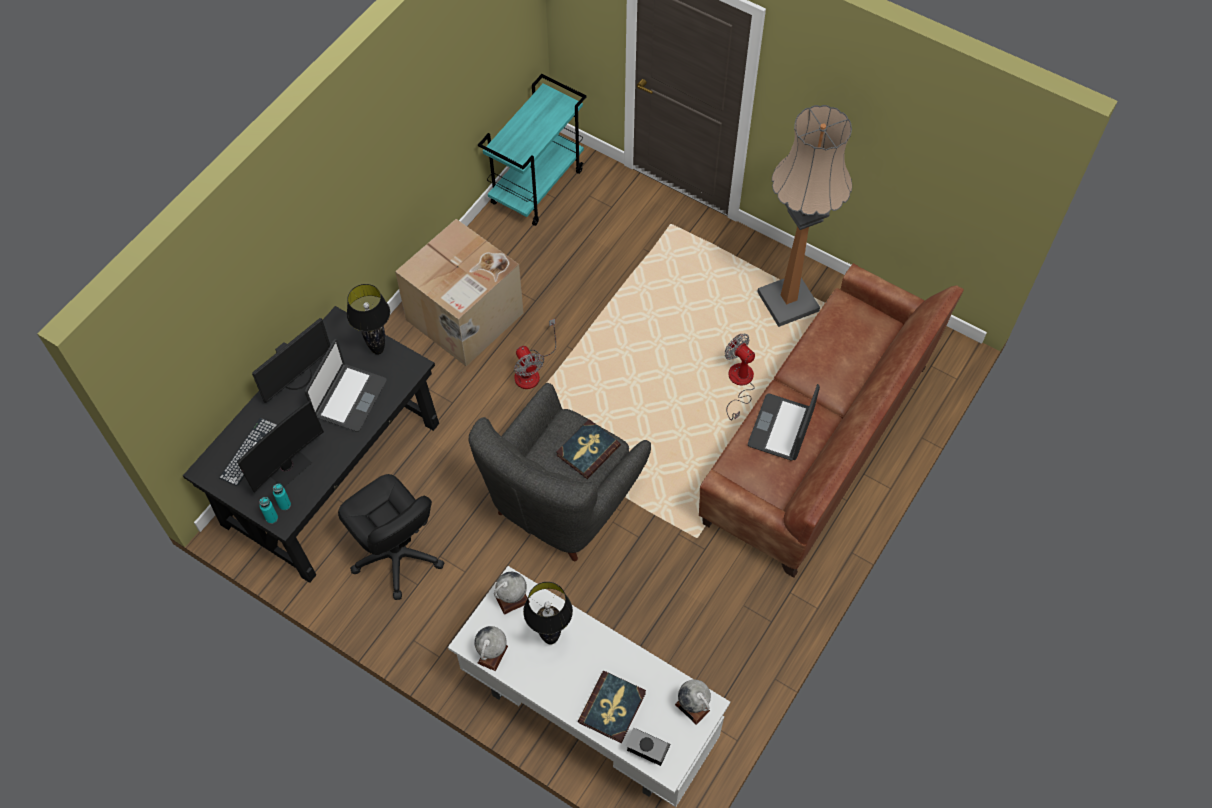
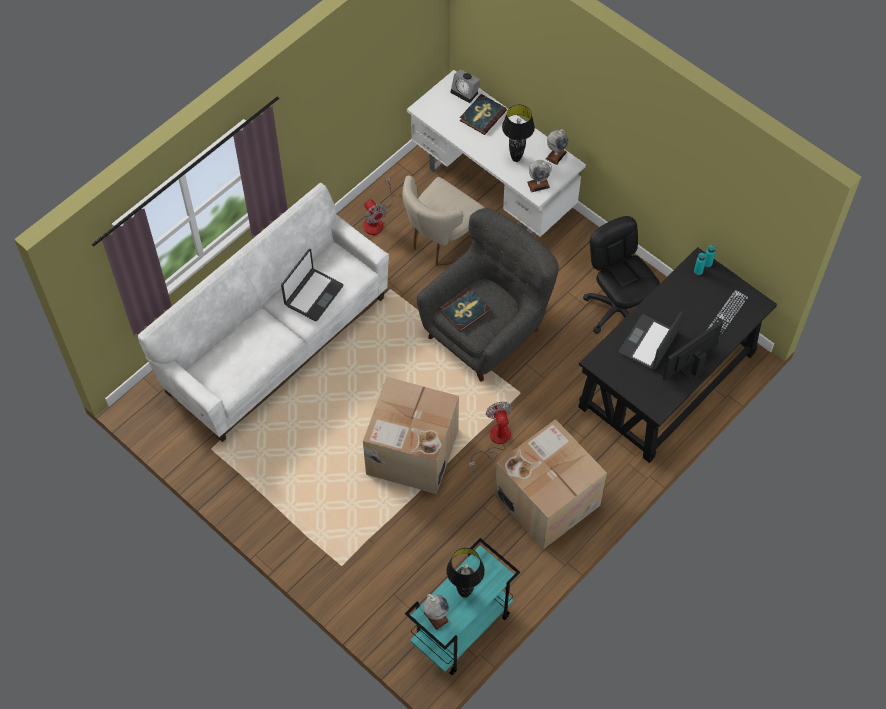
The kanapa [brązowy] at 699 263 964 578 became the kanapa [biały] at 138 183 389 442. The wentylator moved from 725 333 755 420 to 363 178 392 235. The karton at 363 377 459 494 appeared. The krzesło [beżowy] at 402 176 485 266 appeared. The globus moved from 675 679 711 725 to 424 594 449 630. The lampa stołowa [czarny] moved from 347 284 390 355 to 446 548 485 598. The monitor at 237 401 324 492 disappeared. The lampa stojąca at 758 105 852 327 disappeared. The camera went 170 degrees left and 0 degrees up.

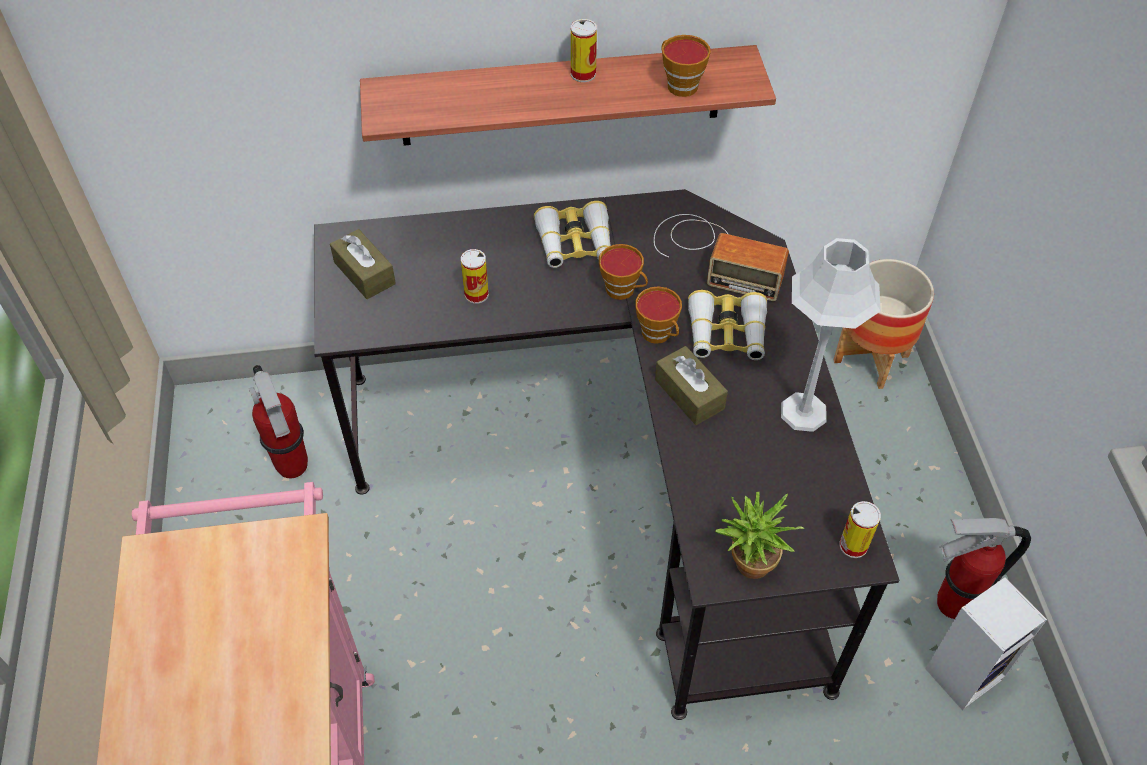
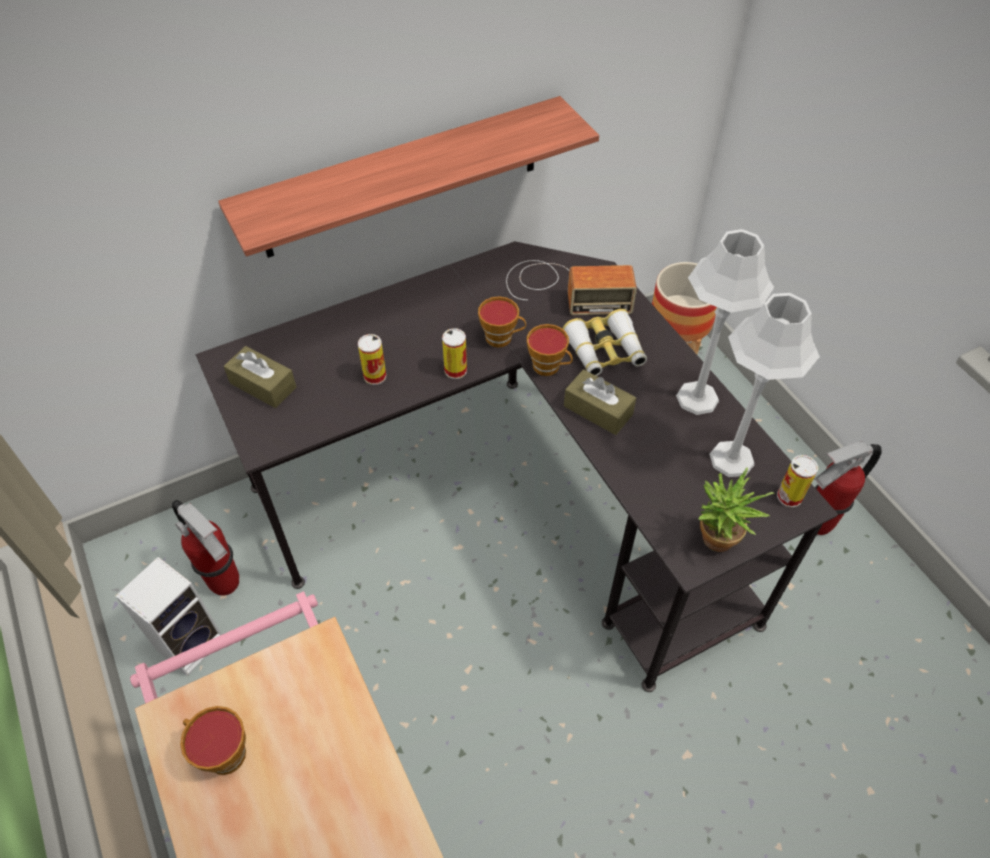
The głośnik moved from 926 577 1047 710 to 116 557 222 676. The filiżanka moved from 661 35 711 97 to 180 706 246 775. The puszka moved from 571 19 597 82 to 442 328 467 379. The lampa stołowa [szary] at 710 293 820 477 appeared. The lornetka at 534 201 611 268 disappeared. The camera went 20 degrees left and 0 degrees up.

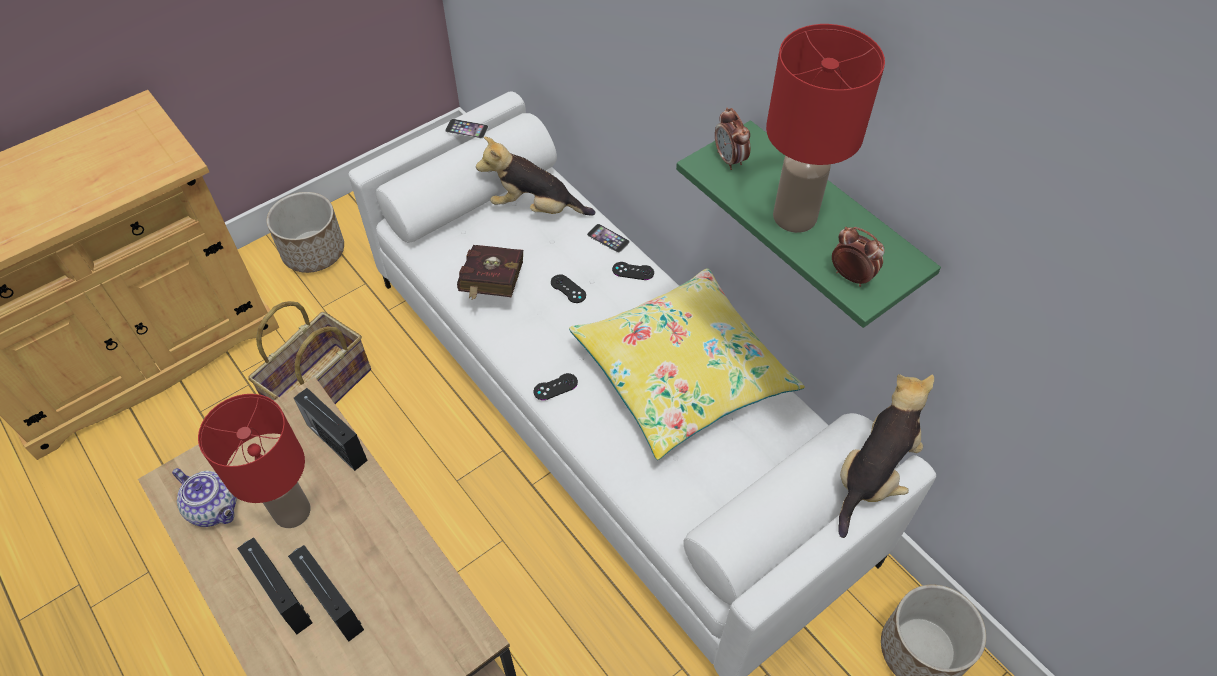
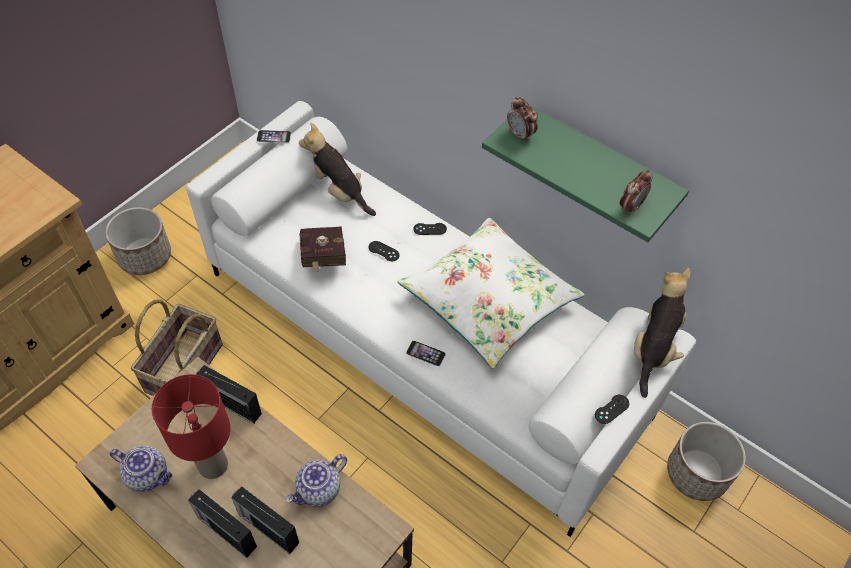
The imbryk at 285 454 347 507 appeared. The pluszak at 476 137 595 216 turned 45 degrees clockwise. The poduszka [żółty] at 569 268 805 460 became the poduszka [biały] at 397 218 585 369. The telefon moved from 587 224 630 253 to 406 341 446 366. The pad do gier [czarny] moved from 534 373 578 400 to 595 395 629 424. The budzik at 832 227 885 287 turned 105 degrees clockwise. The lampa stołowa [czerwony] at 766 24 885 233 disappeared. The camera went 15 degrees left and 0 degrees up.

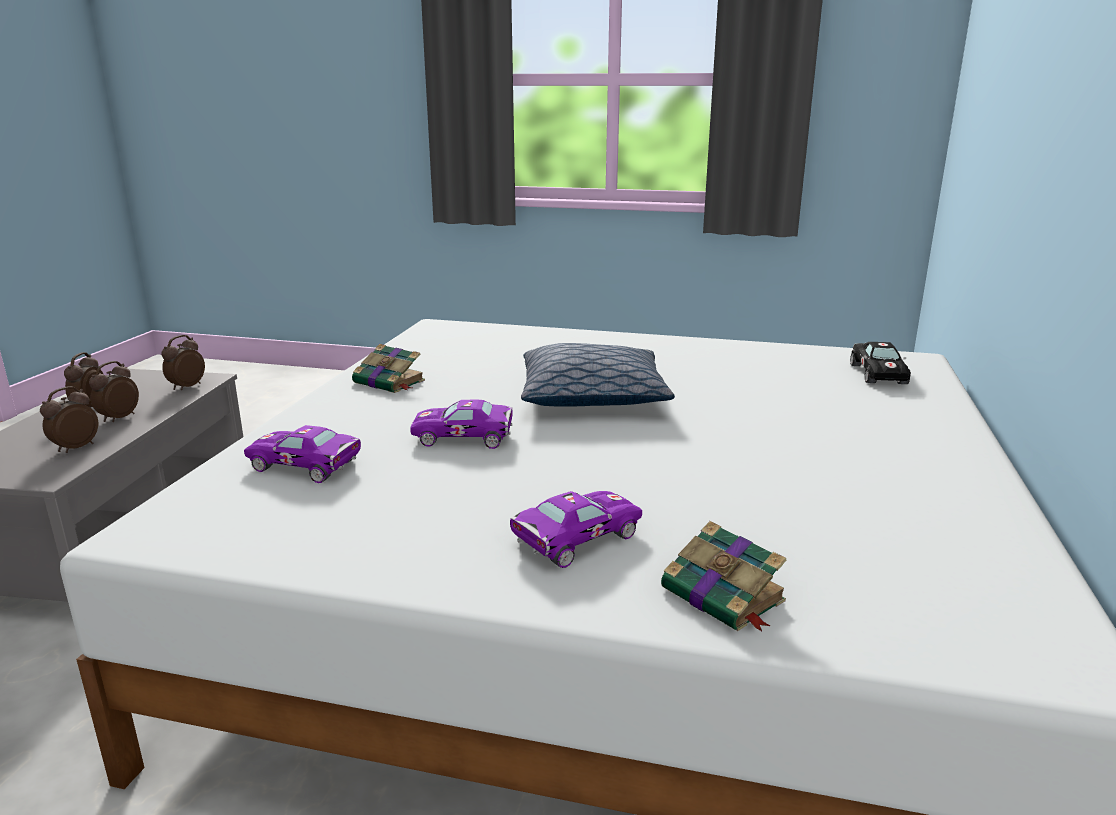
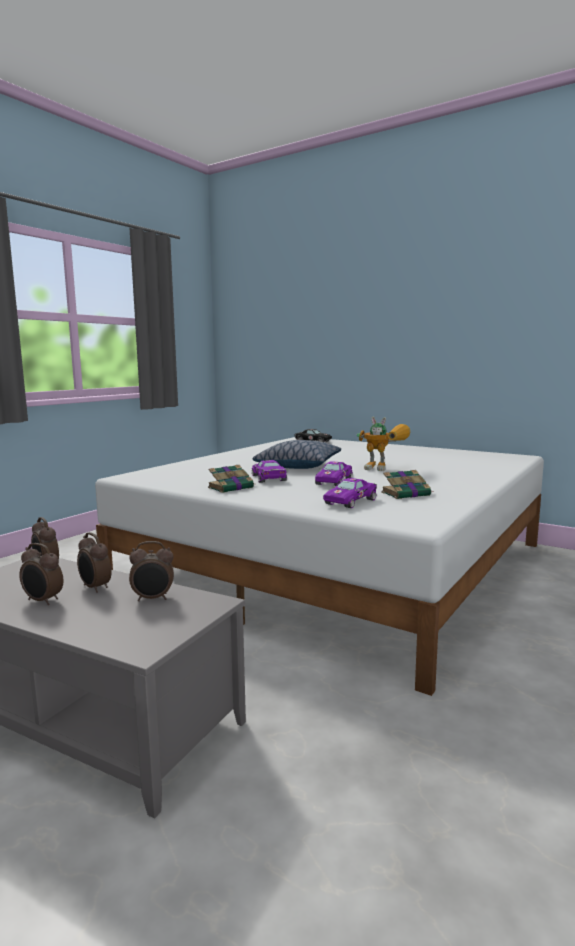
The budzik at 40 386 98 453 turned 60 degrees counterclockwise. The samochodzik [fioletowy] moved from 510 491 642 568 to 252 460 287 483. The robot zabawkowy at 357 417 410 471 appeared. The książka moved from 661 521 786 631 to 381 470 433 499. The camera went 70 degrees left and 10 degrees down.

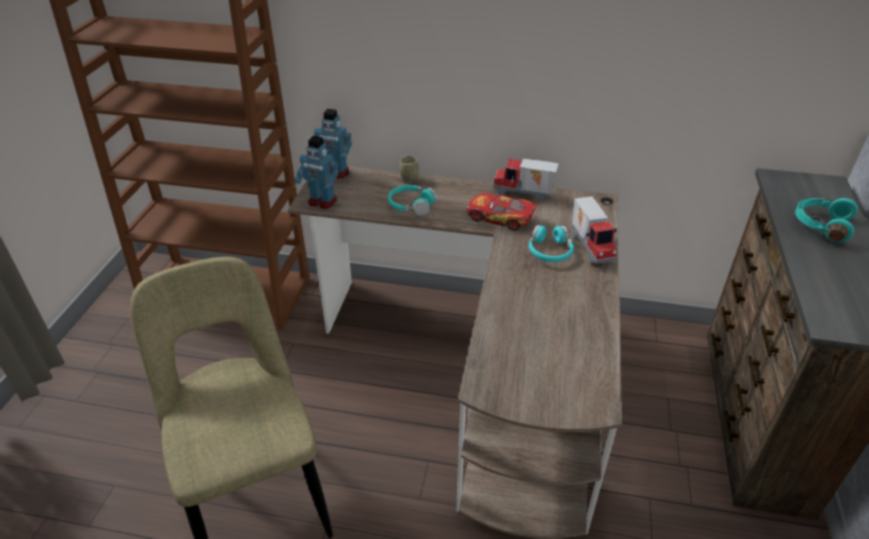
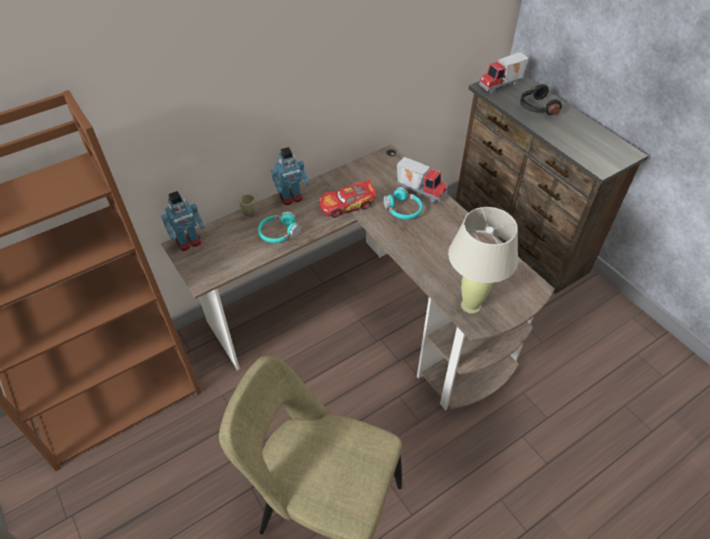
The robot zabawkowy moved from 294 135 339 209 to 271 147 309 205. The lampa stołowa [beżowy] at 448 207 518 314 appeared. The ciężarówka zabawkowa moved from 493 158 559 201 to 479 52 529 94. The słuchawki [turkusowy] at 795 197 858 243 became the słuchawki [czarny] at 520 84 562 115. The camera went 45 degrees left and 10 degrees up.

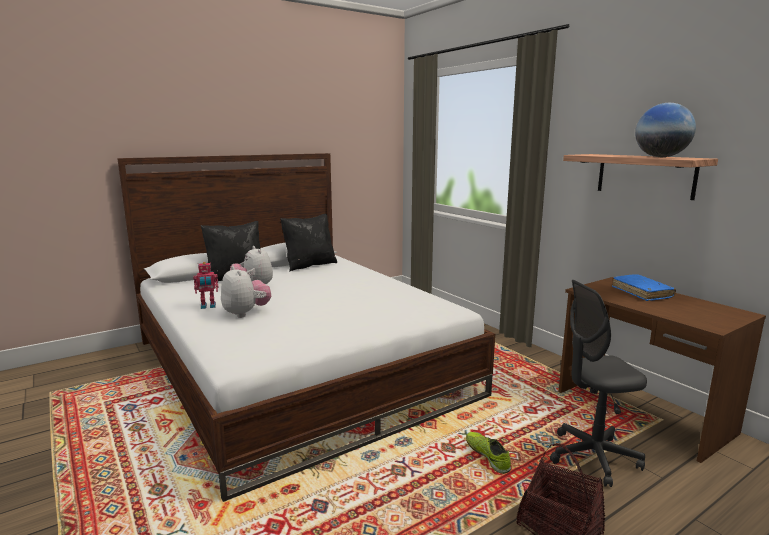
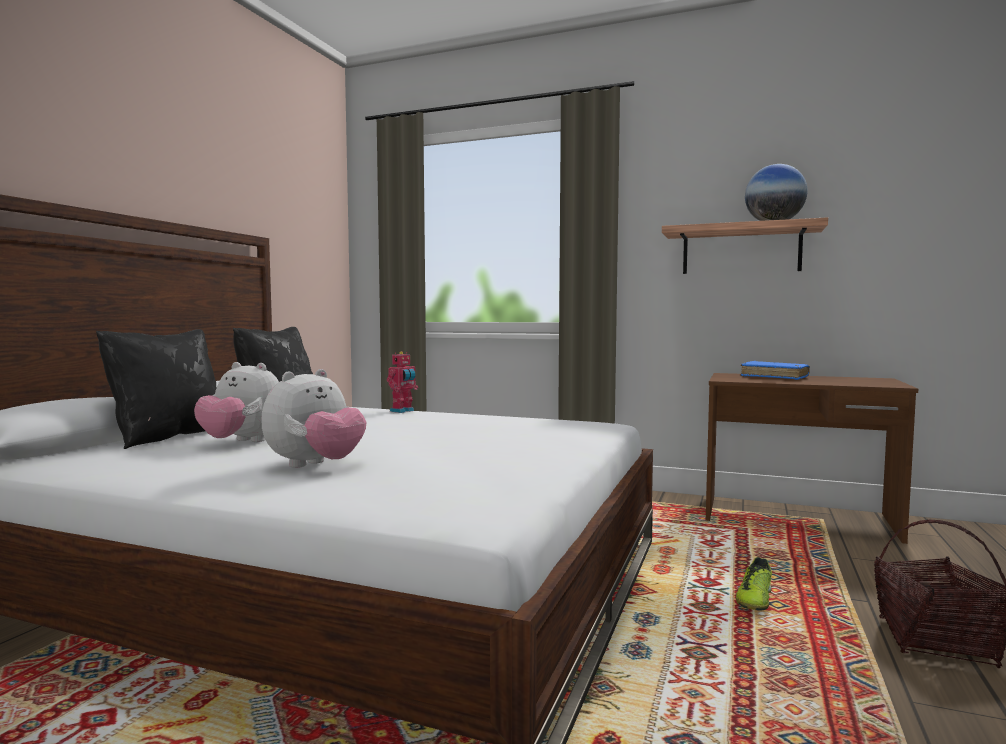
The pluszak at 221 266 271 318 turned 105 degrees clockwise. The robot zabawkowy moved from 193 262 218 309 to 387 351 418 413. The but at 466 432 511 474 turned 90 degrees counterclockwise. The krzesło biurowe [szary] at 550 280 647 487 disappeared. The camera went 35 degrees left and 10 degrees down.

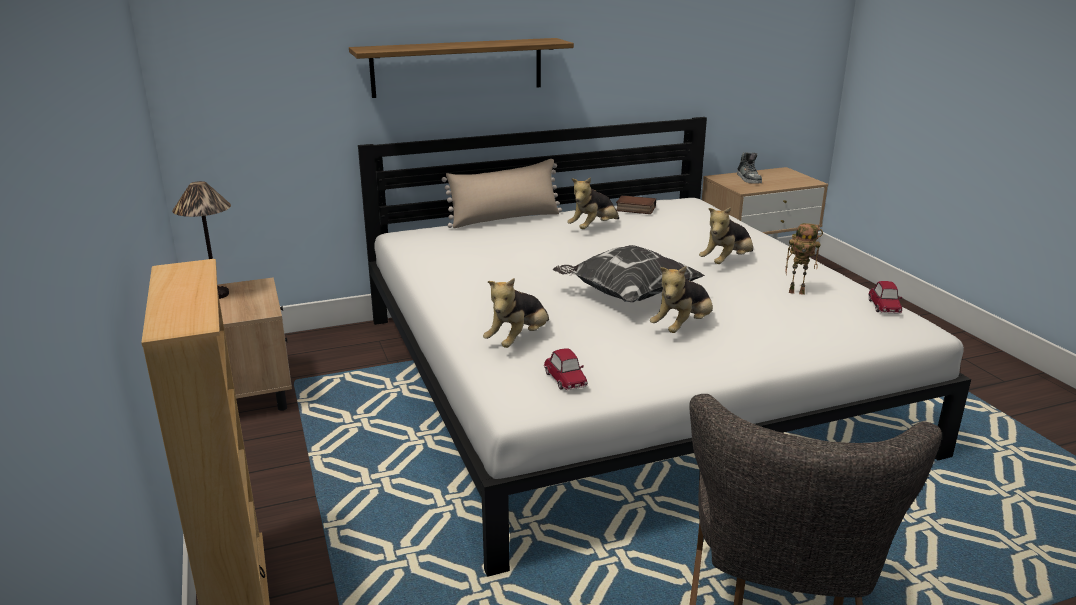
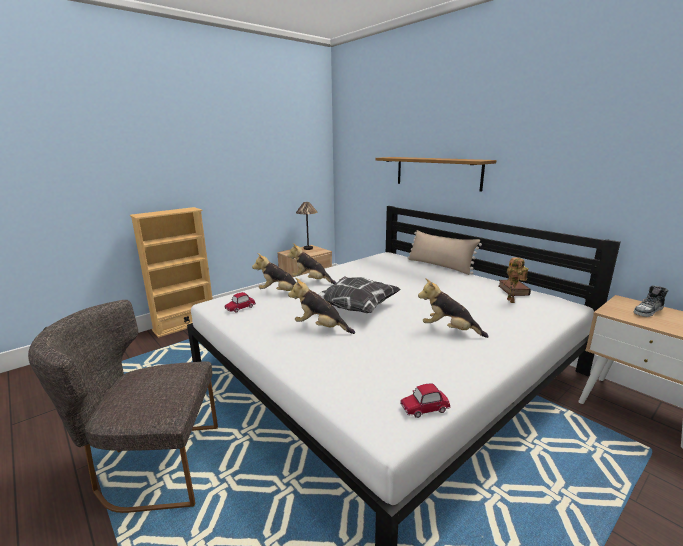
The pluszak moved from 567 177 619 229 to 287 243 337 284. The robot zabawkowy moved from 785 223 823 295 to 502 257 528 303. The camera went 70 degrees right and 5 degrees down.

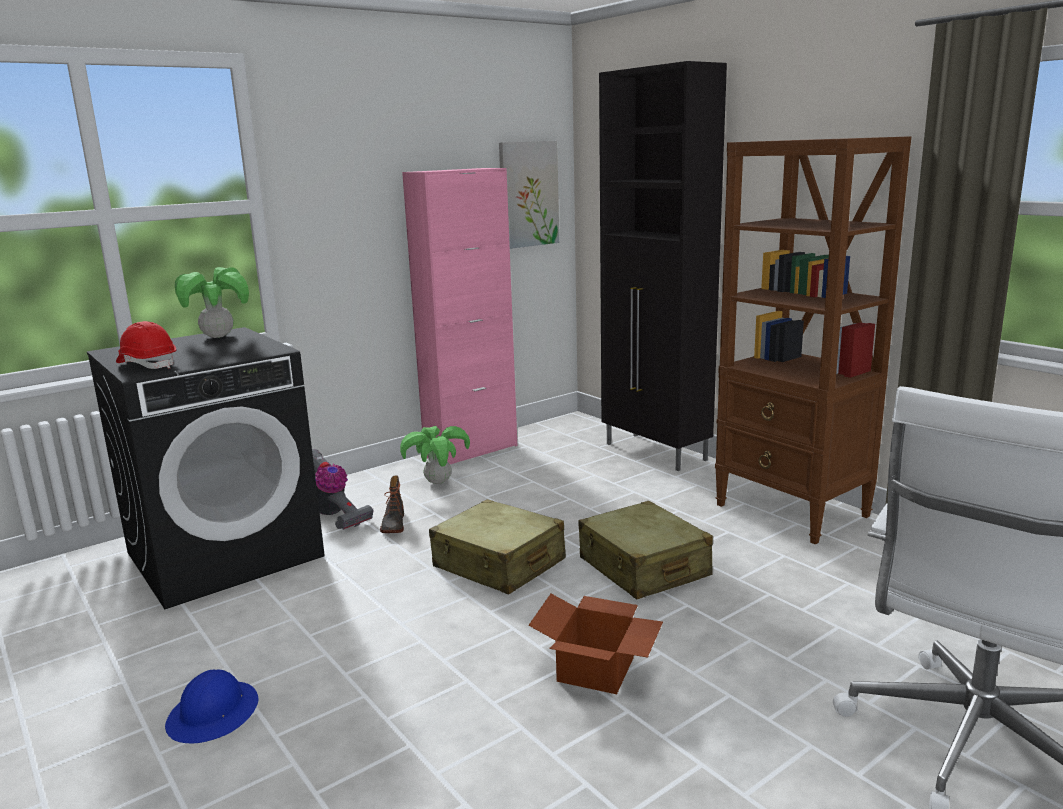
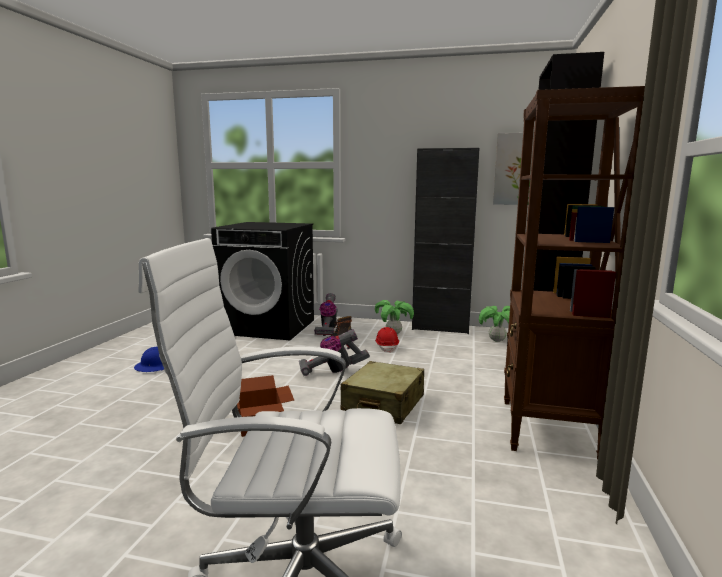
The walizka [beżowy] at 429 499 566 595 was replaced by the odkurzacz at 299 329 370 376. The kask [czerwony] moved from 116 321 176 369 to 375 327 399 353. The szafka [różowy] at 402 168 518 464 became the szafka [czarny] at 412 148 479 334. The roślina doniczkowa moved from 175 267 249 338 to 479 306 510 342. The camera went 50 degrees right and 5 degrees down.

